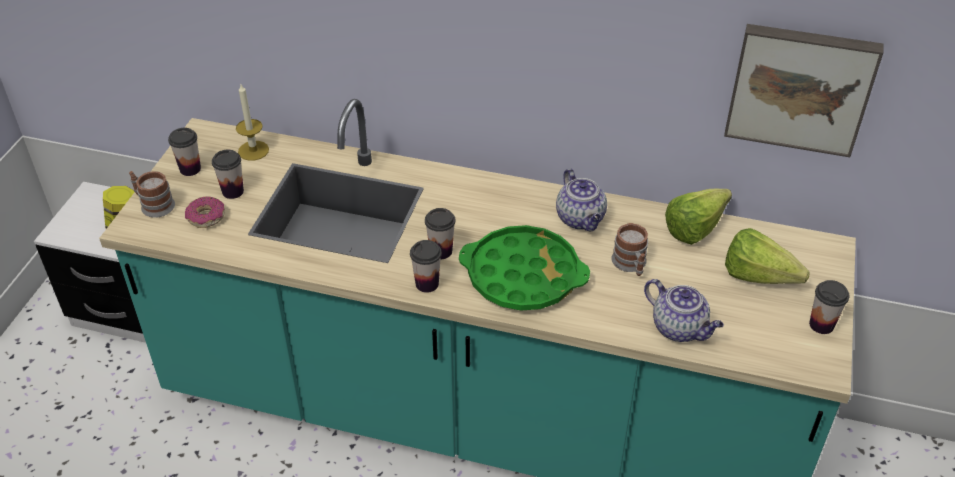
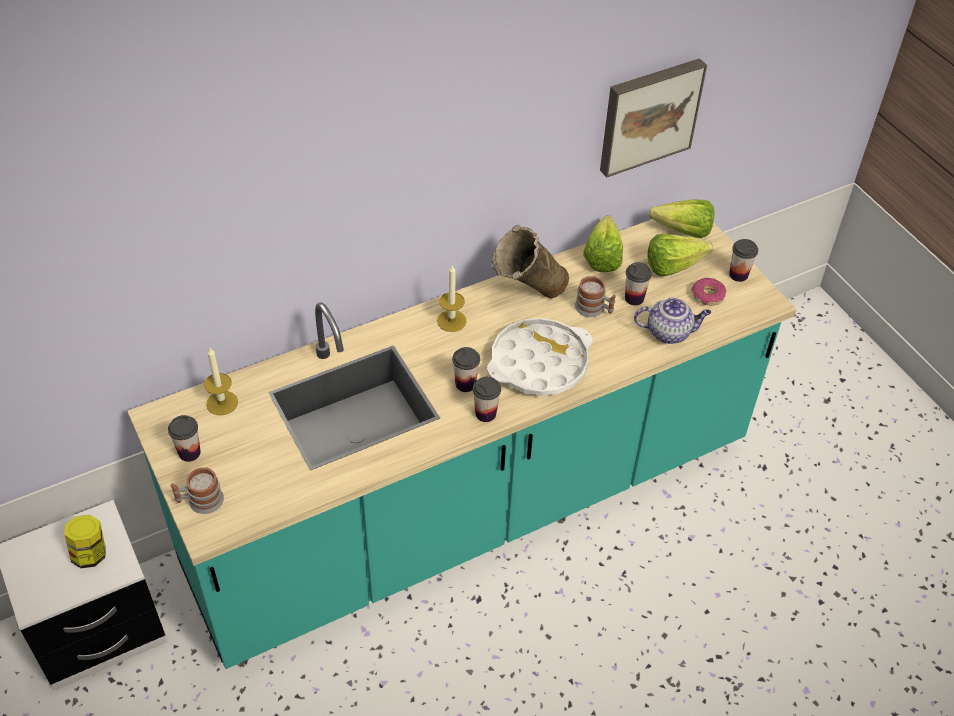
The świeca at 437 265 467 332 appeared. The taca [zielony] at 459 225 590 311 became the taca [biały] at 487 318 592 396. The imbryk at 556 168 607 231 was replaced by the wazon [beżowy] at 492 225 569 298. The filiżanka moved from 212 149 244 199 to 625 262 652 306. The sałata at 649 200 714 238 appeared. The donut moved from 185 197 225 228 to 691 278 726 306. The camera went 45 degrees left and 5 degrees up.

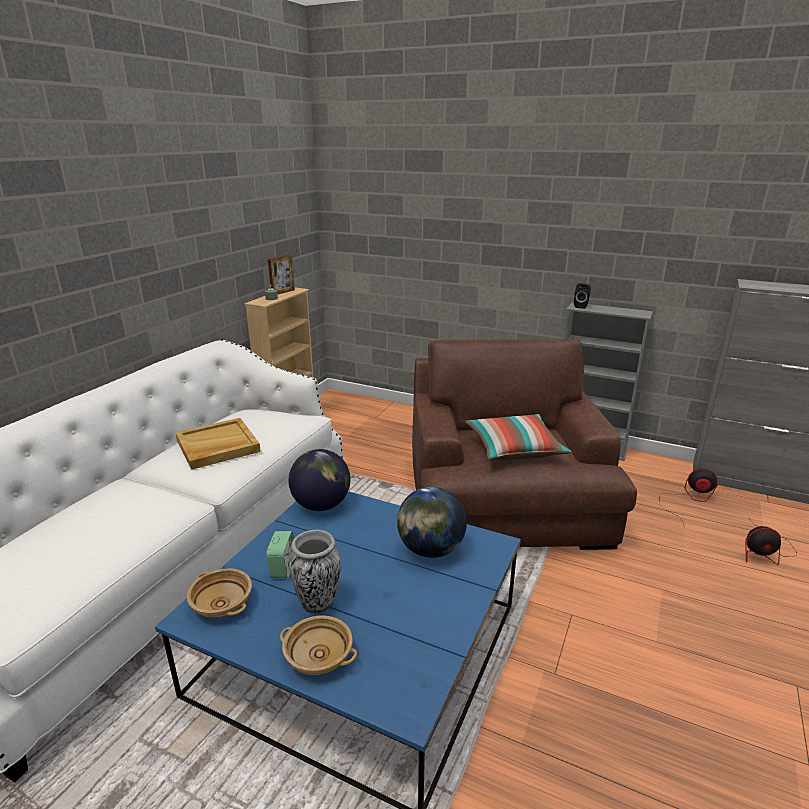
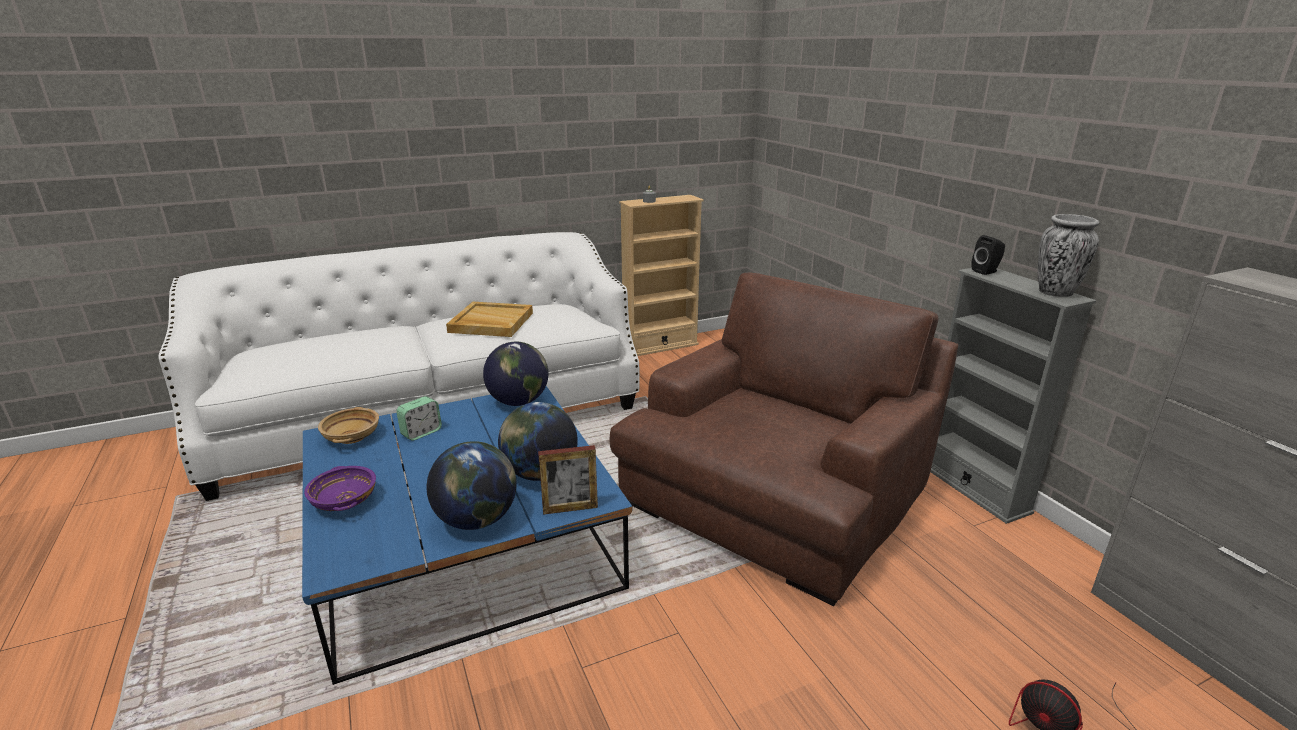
The miska [beżowy] at 280 615 357 675 became the miska [fioletowy] at 304 466 376 511. The globus at 427 441 517 530 appeared. The ramka na zdjęcie moved from 268 255 295 295 to 538 445 598 515. The wazon moved from 289 530 341 614 to 1037 214 1100 297. The poduszka at 465 414 571 460 disappeared. The wentylator at 660 468 718 520 disappeared. The camera went 40 degrees right and 0 degrees up.

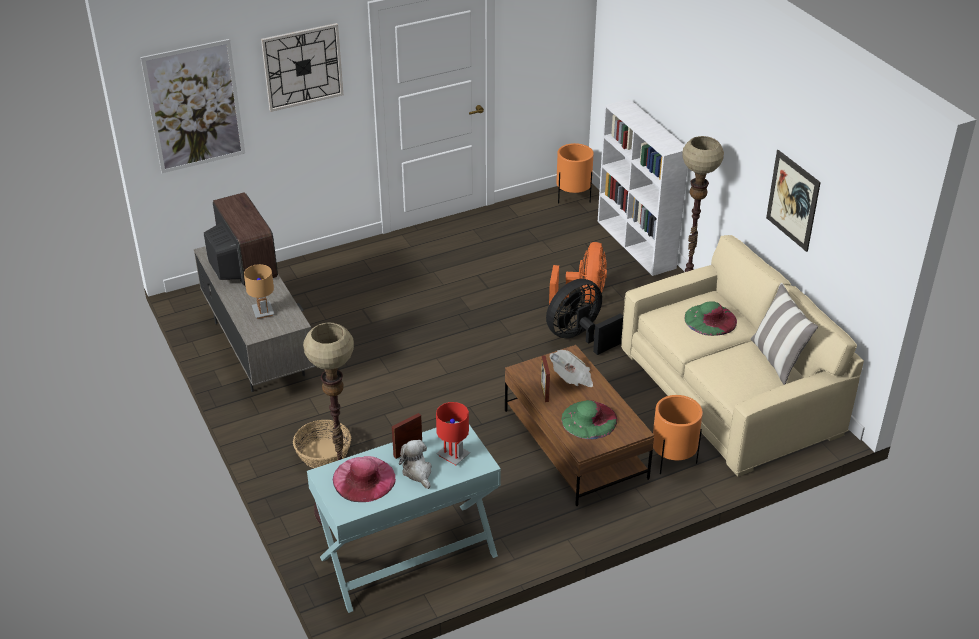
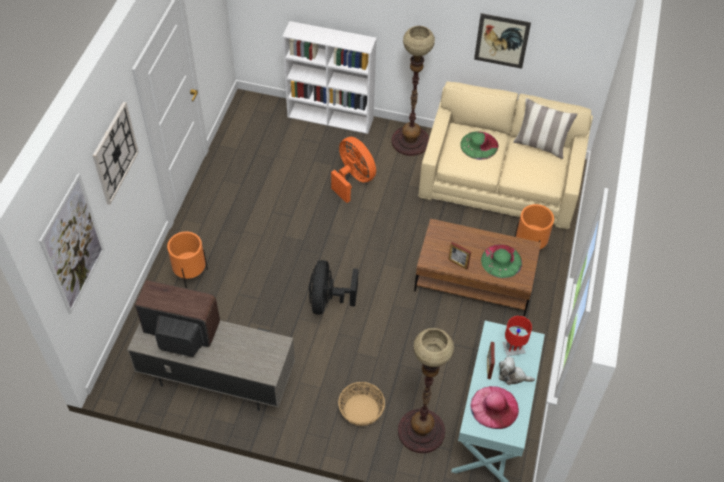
The donica [pomarańczowy] moved from 556 143 594 204 to 167 231 208 289. The wentylator [czarny] moved from 546 279 623 355 to 309 260 358 314. The lampa stołowa [brązowy] at 244 264 274 319 disappeared. The gazeta at 550 350 593 387 disappeared. The camera went 50 degrees left and 15 degrees up.

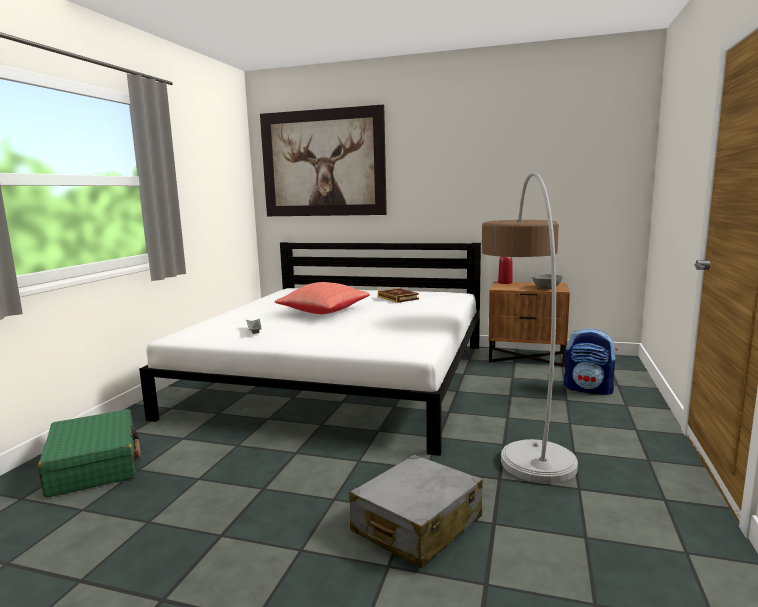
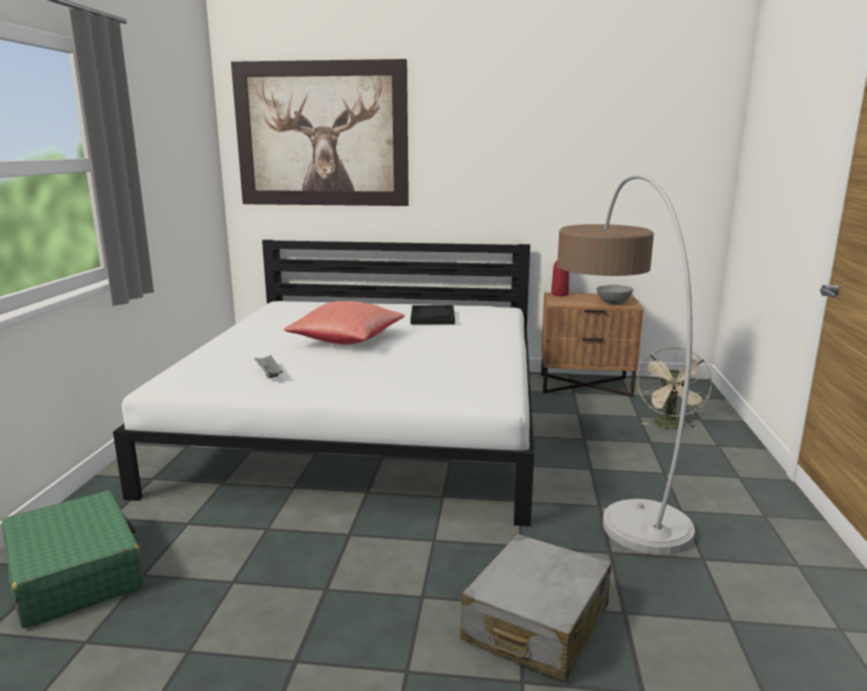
The książka at 378 288 419 303 was replaced by the taca [czarny] at 410 305 455 324. The plecak at 564 328 618 395 was replaced by the wentylator [beżowy] at 638 347 712 429. The camera went 10 degrees left and 5 degrees up.

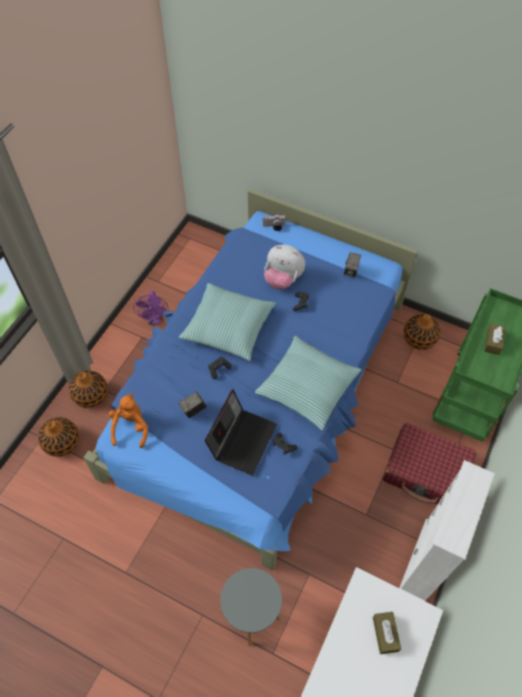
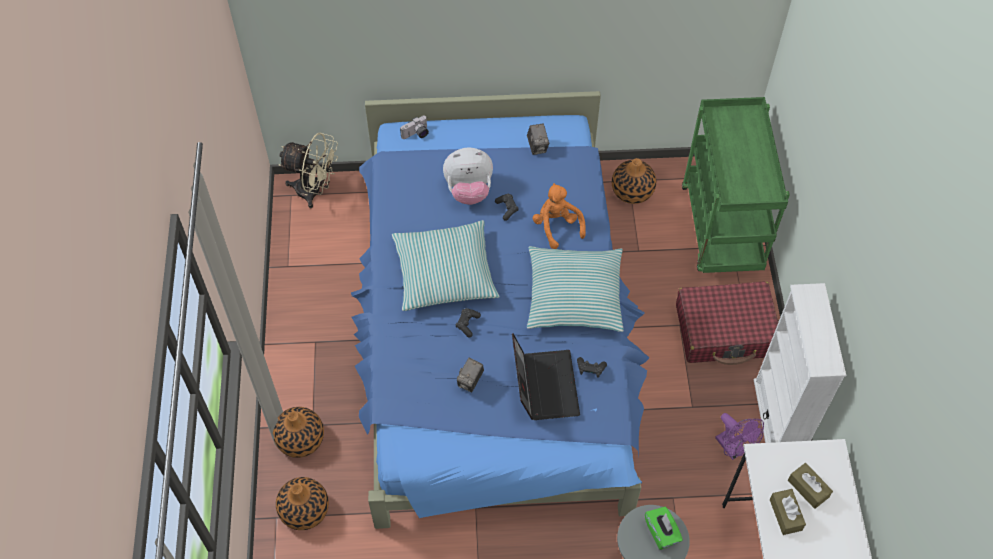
The wentylator [beżowy] at 279 133 338 208 appeared. The pluszak [pomarańczowy] moved from 109 393 148 448 to 532 183 586 249. The pudełko chusteczek [zielony] at 645 507 683 550 appeared. The wentylator [fioletowy] moved from 133 291 169 325 to 715 413 764 460. The pudełko chusteczek [brązowy] moved from 484 323 506 355 to 770 489 806 535. The camera went 30 degrees left and 0 degrees up.

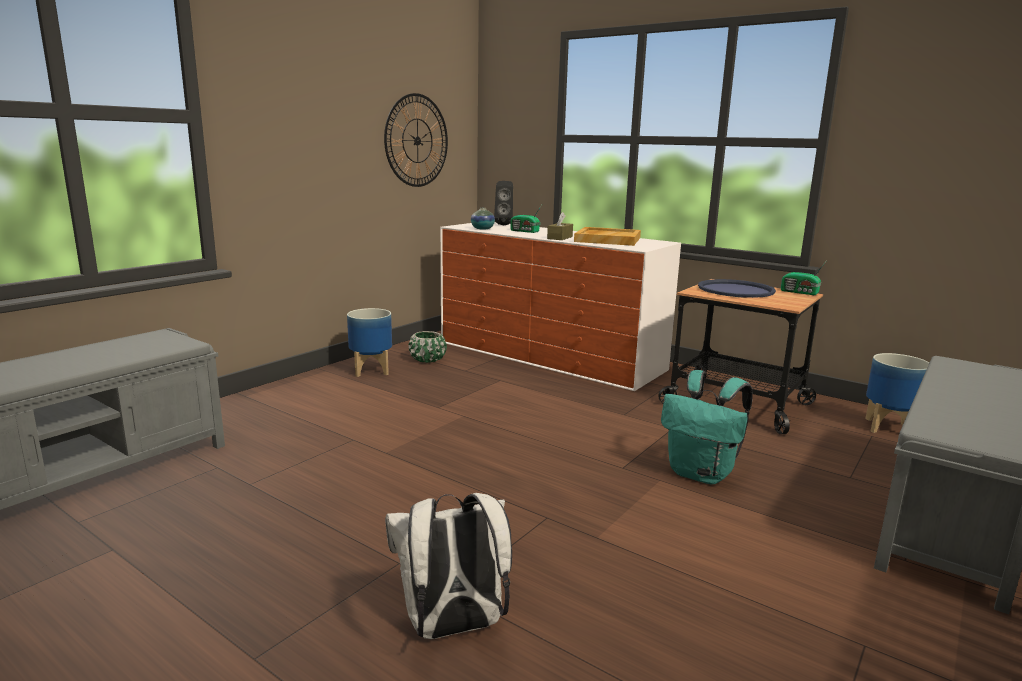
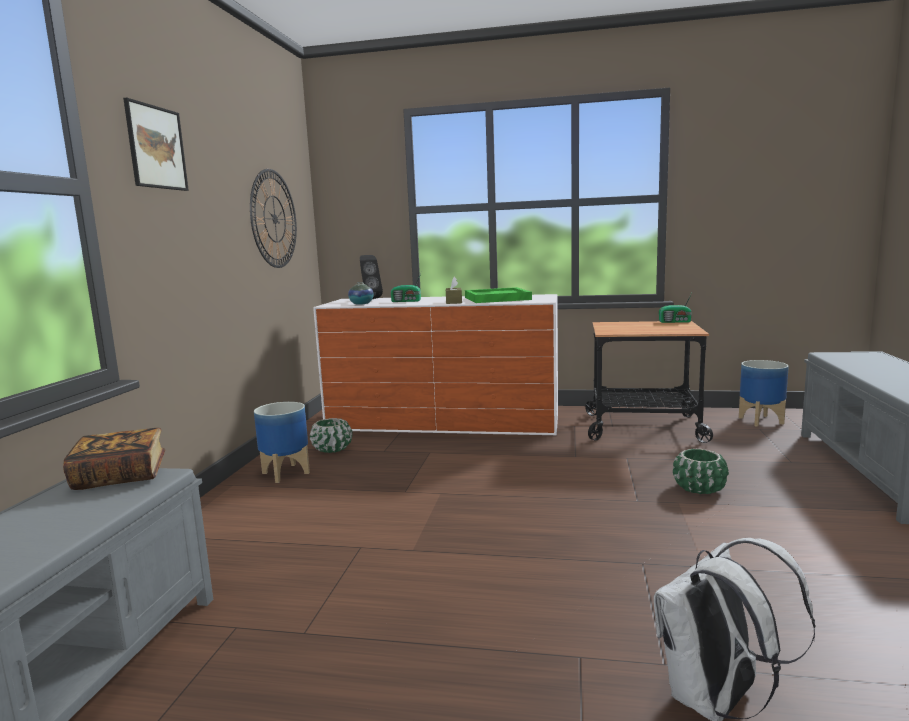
The książka at 63 428 165 490 appeared. The obraz at 123 98 189 191 appeared. The taca [beżowy] at 574 227 641 246 became the taca [zielony] at 465 287 532 303. The plecak [turkusowy] at 661 370 753 484 was replaced by the donica [zielony] at 673 449 729 494. The taca [niebieski] at 698 279 776 298 disappeared. The camera went 25 degrees left and 5 degrees down.

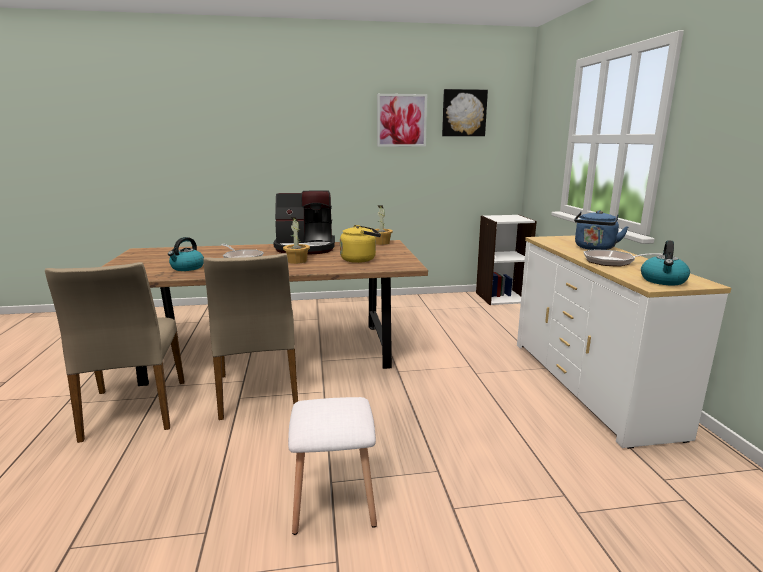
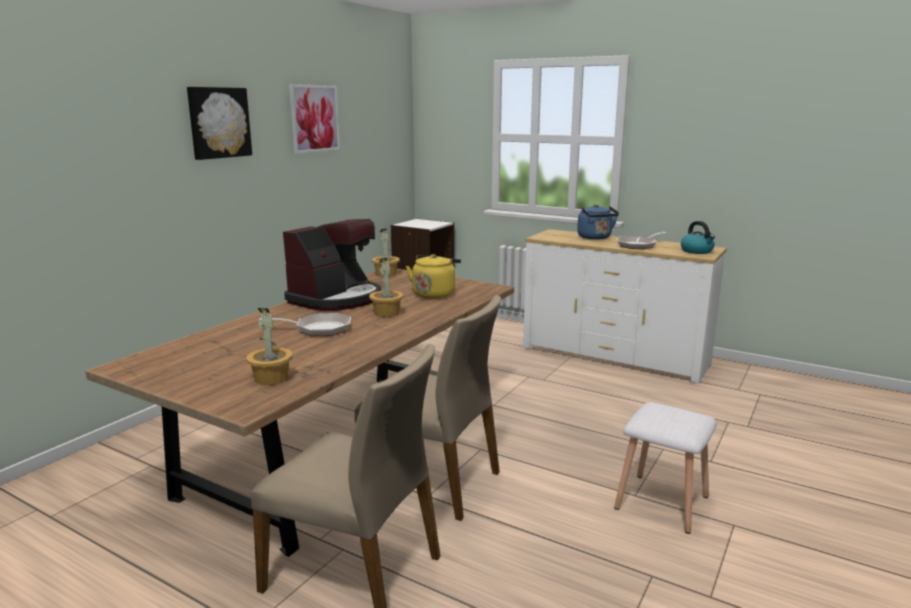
The obraz moved from 442 89 488 136 to 187 87 252 160. The roślina doniczkowa at 246 308 293 385 appeared. The czajnik at 168 237 204 271 disappeared. The camera went 50 degrees left and 0 degrees up.

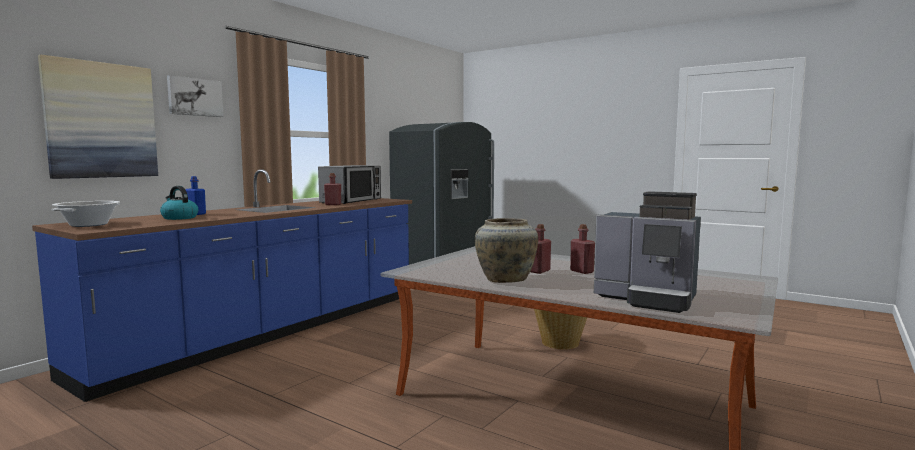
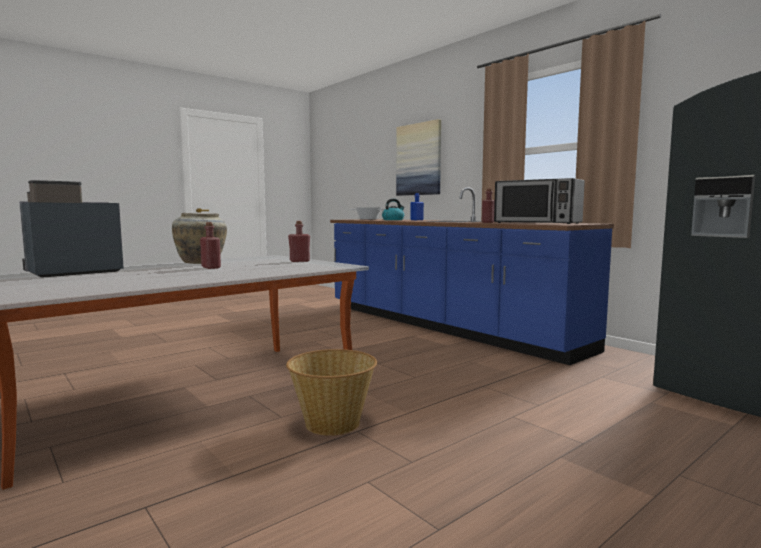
The butelka [czerwony] moved from 570 224 595 274 to 288 221 310 262. The obraz at 167 75 223 117 disappeared. The camera went 105 degrees right and 0 degrees up.

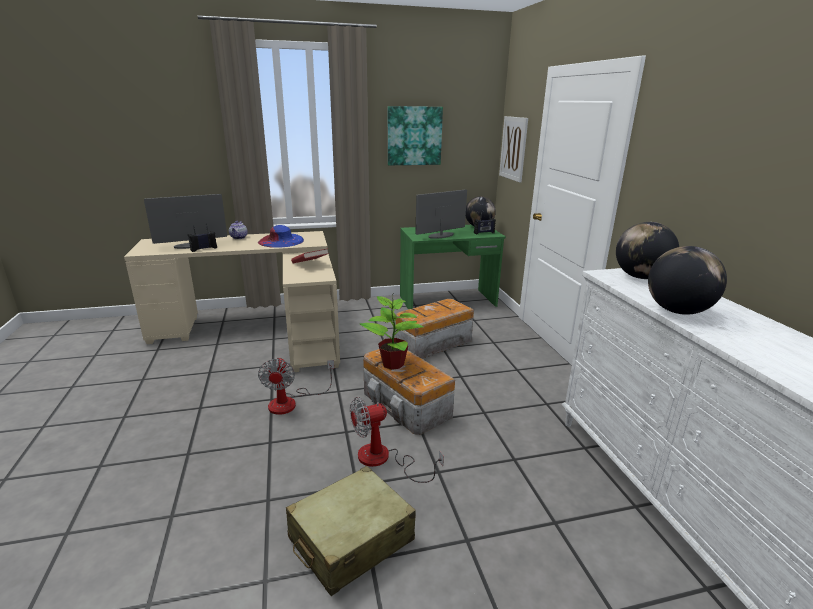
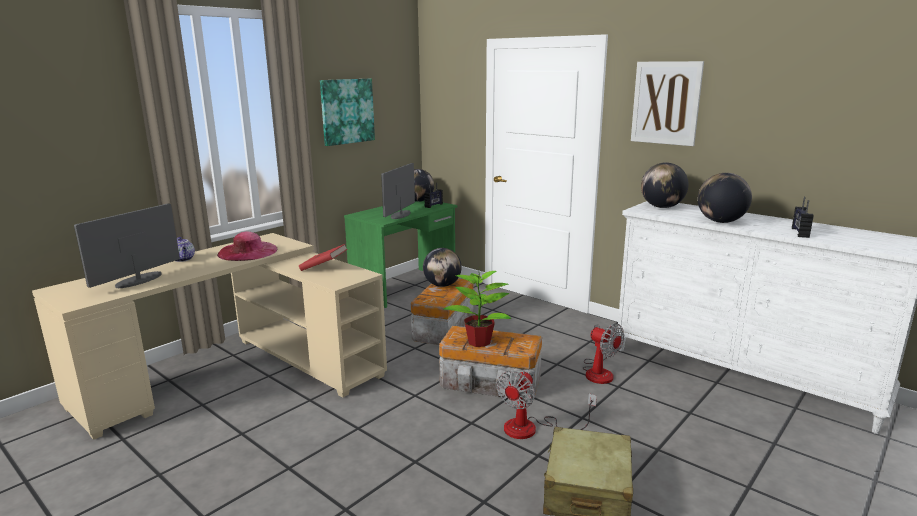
The kapelusz [niebieski] at 258 225 304 248 became the kapelusz [różowy] at 217 231 277 261. The globus at 423 248 462 287 appeared. The wentylator moved from 258 357 334 415 to 582 323 624 384. The obraz moved from 499 116 528 182 to 631 61 704 146. The radio moved from 188 224 217 252 to 792 197 814 238. The camera went 35 degrees left and 5 degrees down.

